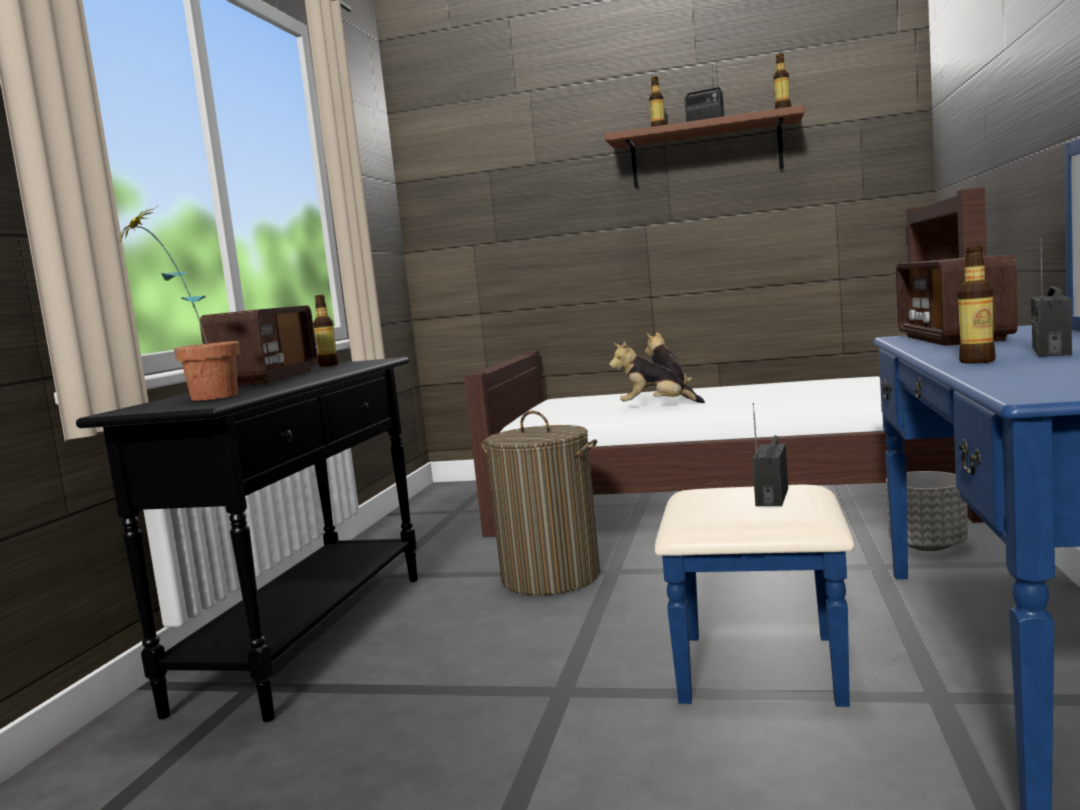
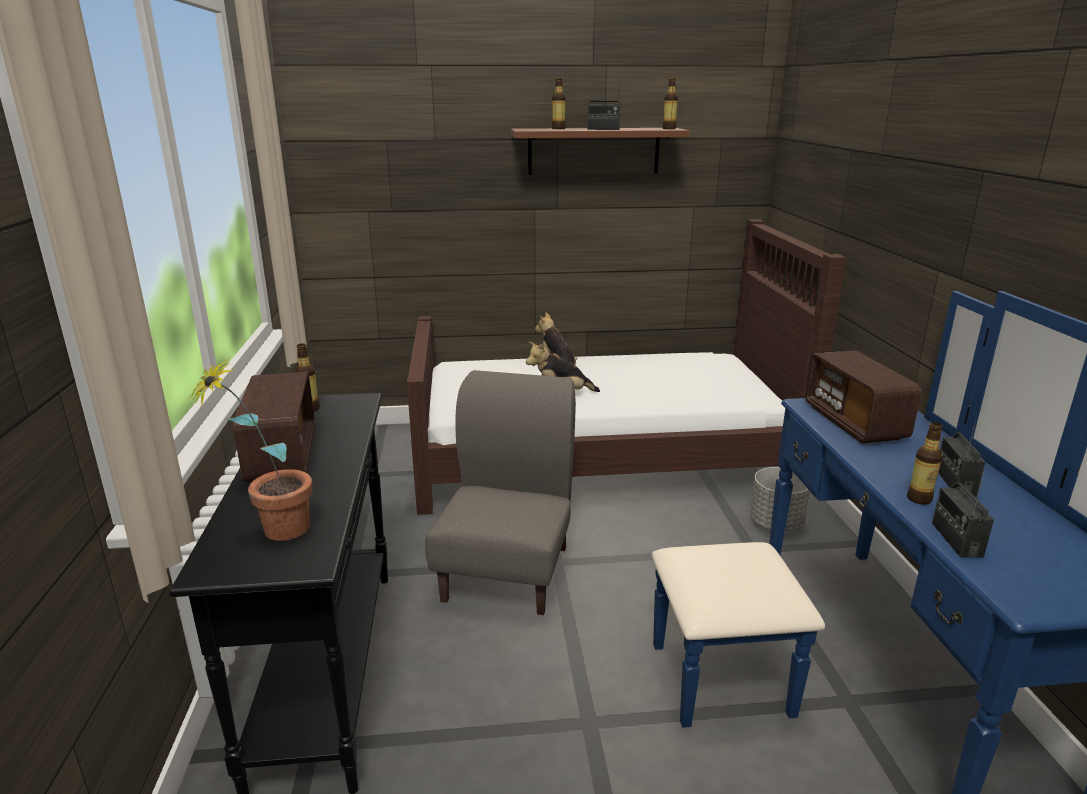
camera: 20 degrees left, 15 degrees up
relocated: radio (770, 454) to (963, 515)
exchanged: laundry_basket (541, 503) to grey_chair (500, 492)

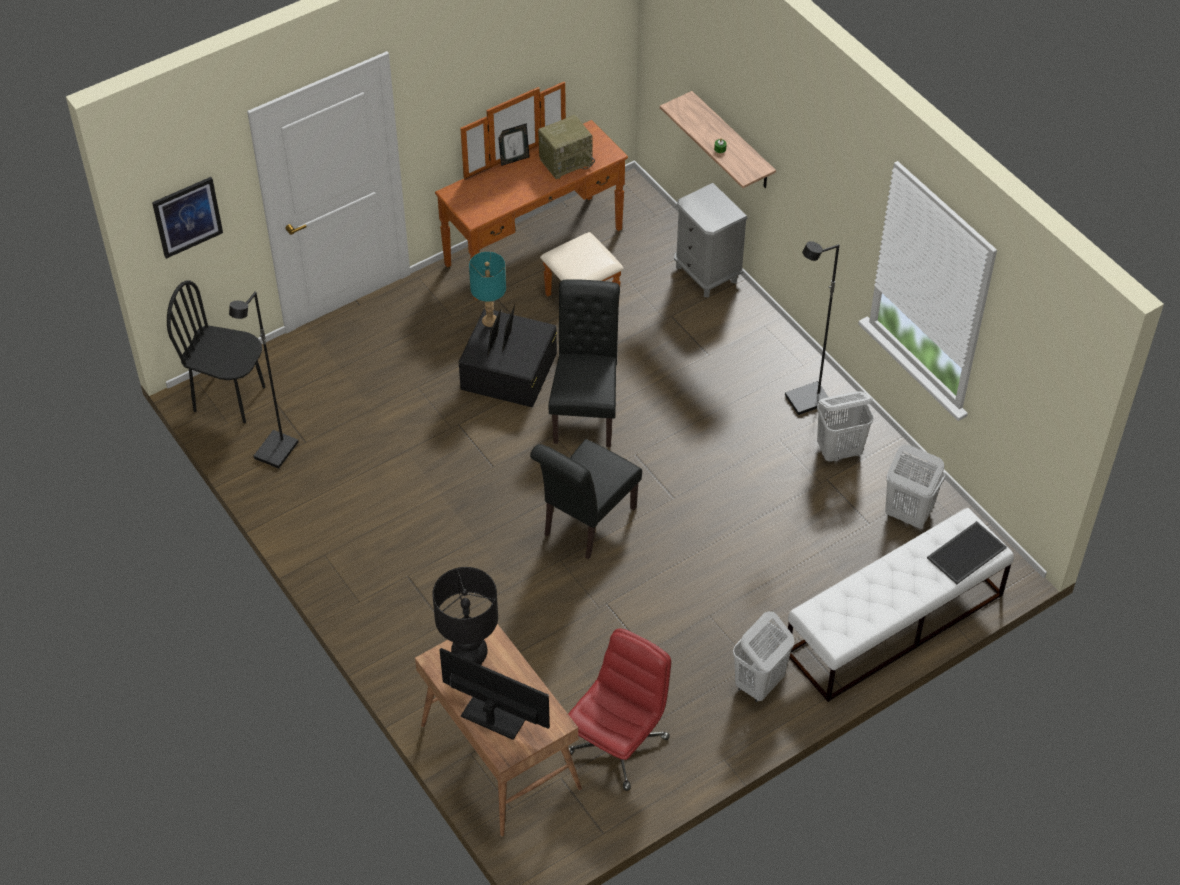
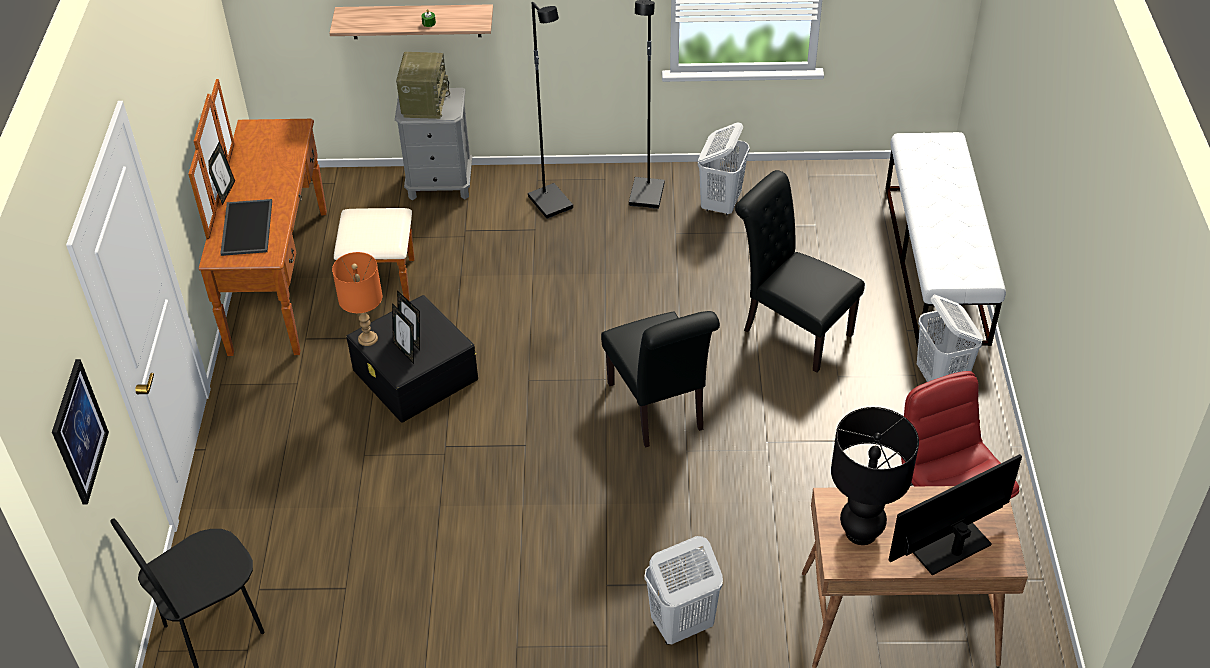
camera: 55 degrees left, 5 degrees down
relocated: tray (967, 552) to (246, 227); radio (566, 147) to (423, 85); black_floor_lamp (263, 380) to (550, 110); white_laundry_basket (915, 486) to (684, 590); black_chair (584, 363) to (800, 271)
colour: turquoise_table_lamp (487, 289) to orange_table_lamp (357, 299)

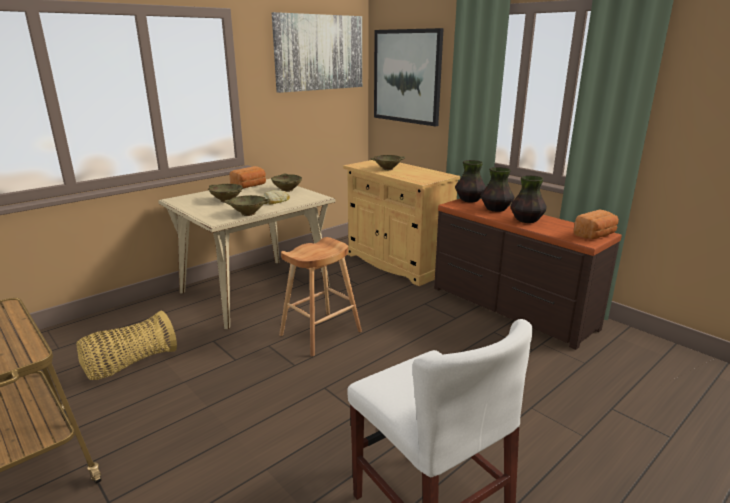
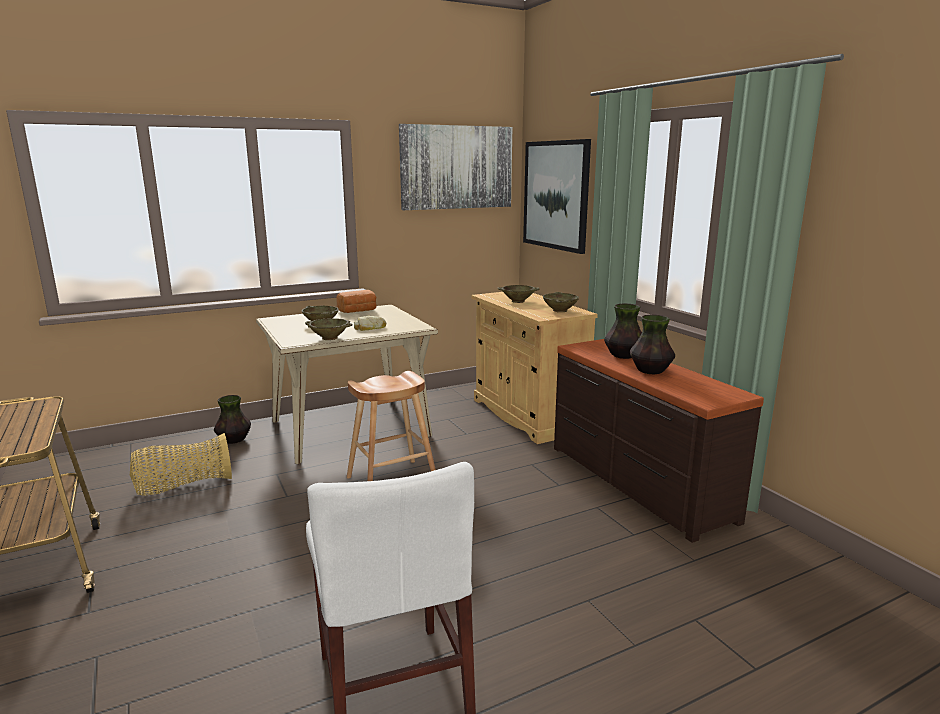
camera: 15 degrees right, 5 degrees down
missing: bread (596, 224)
relocated: vase (470, 181) to (232, 419); beige_bowl (286, 183) to (561, 302)

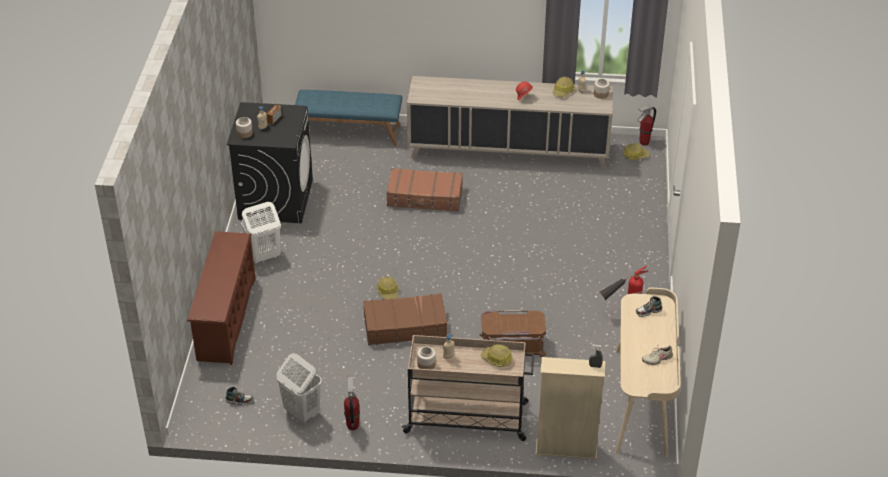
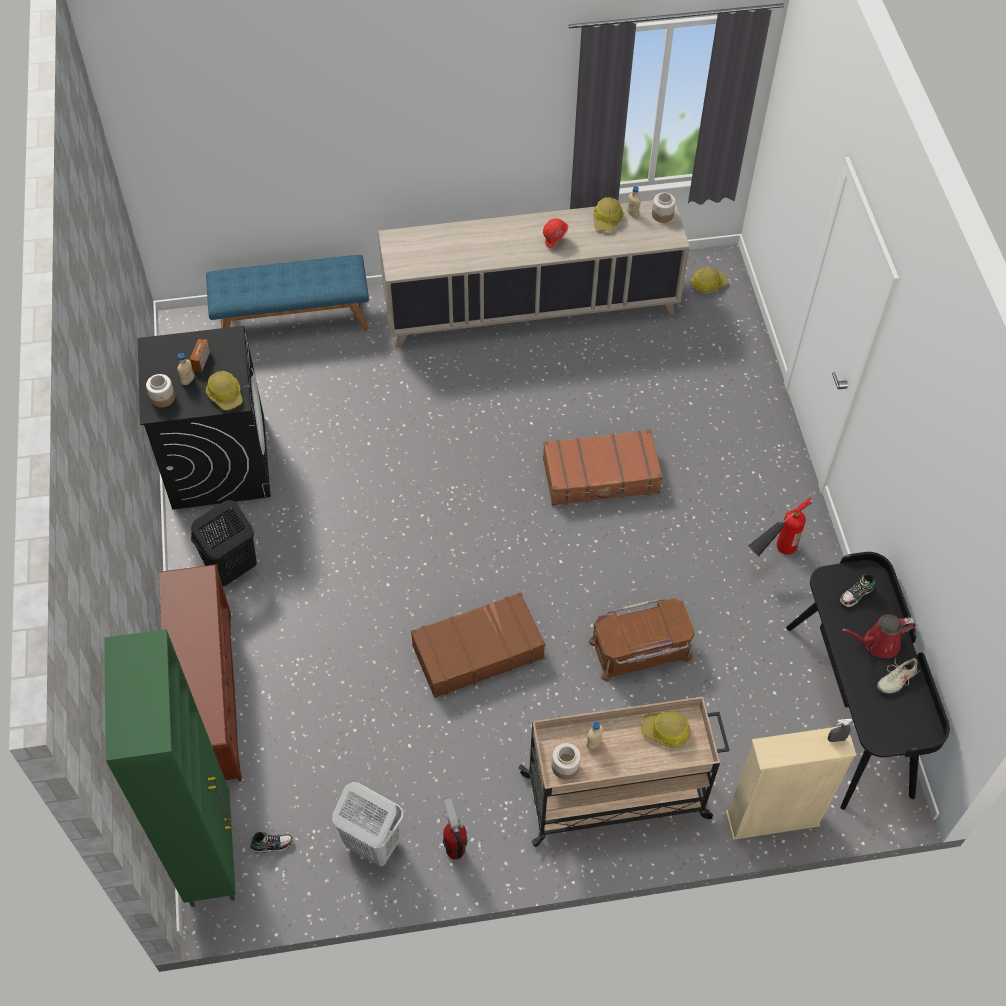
camera: 15 degrees left, 15 degrees up
missing: fire_extinguisher (646, 126)
appeared: green_cabinet (170, 768); red_watering_can (879, 636)
relocated: hard_hat (387, 288) to (224, 390); brown_suitcase (424, 190) to (603, 467)
colour: white_laundry_basket (261, 233) to black_laundry_basket (224, 543); beige_desk (648, 372) to black_desk (868, 681)

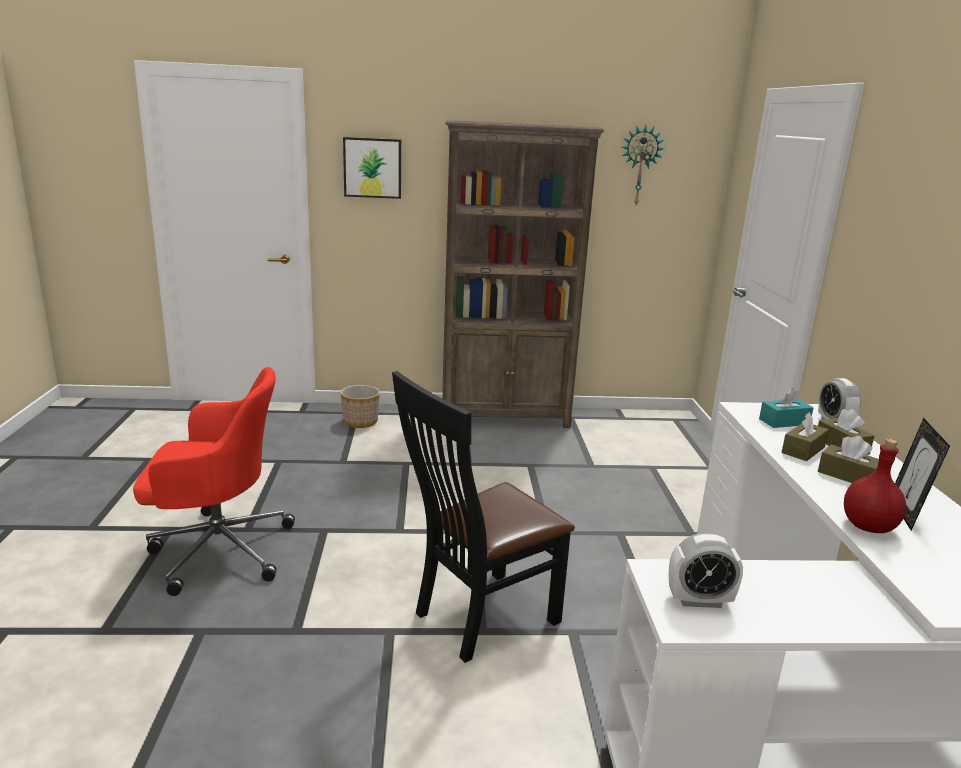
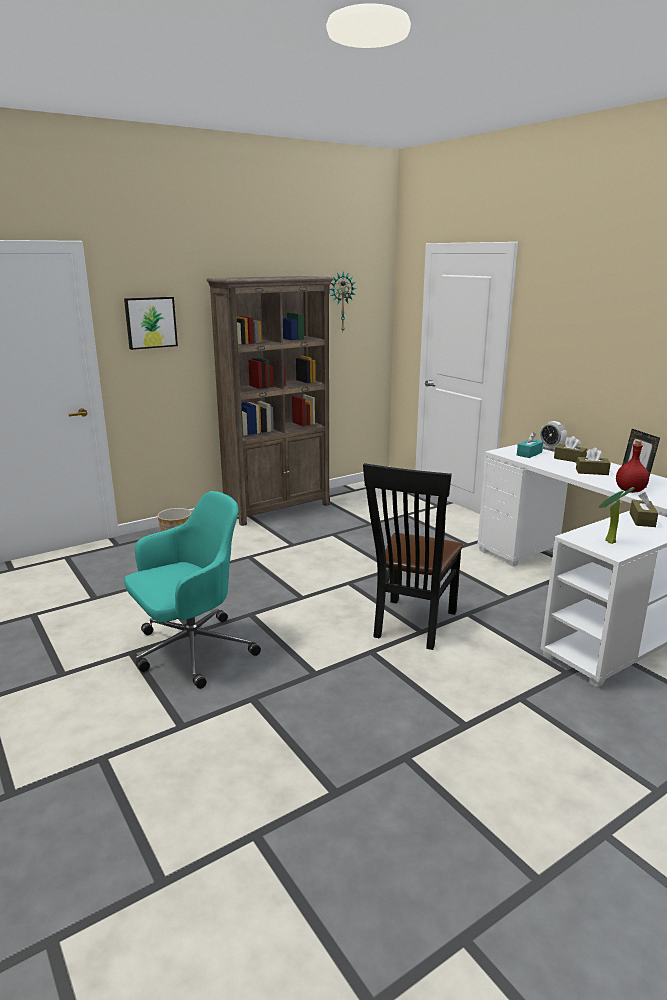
camera: 30 degrees left, 0 degrees up
relocated: brown_tissue_box (805, 436) to (644, 509)
exchanged: alarm_clock (706, 570) to potted_plant (616, 516)
colour: red_office_chair (214, 481) to turquoise_office_chair (192, 590)

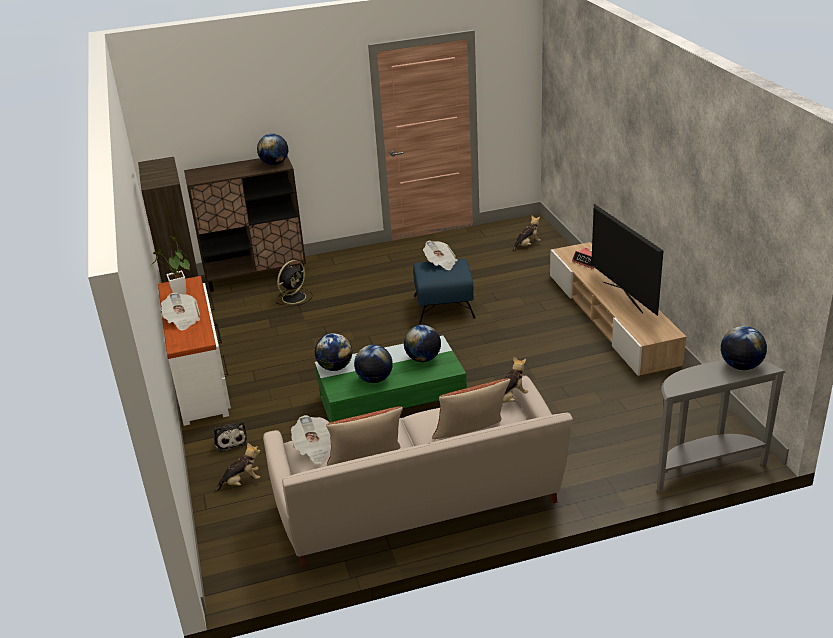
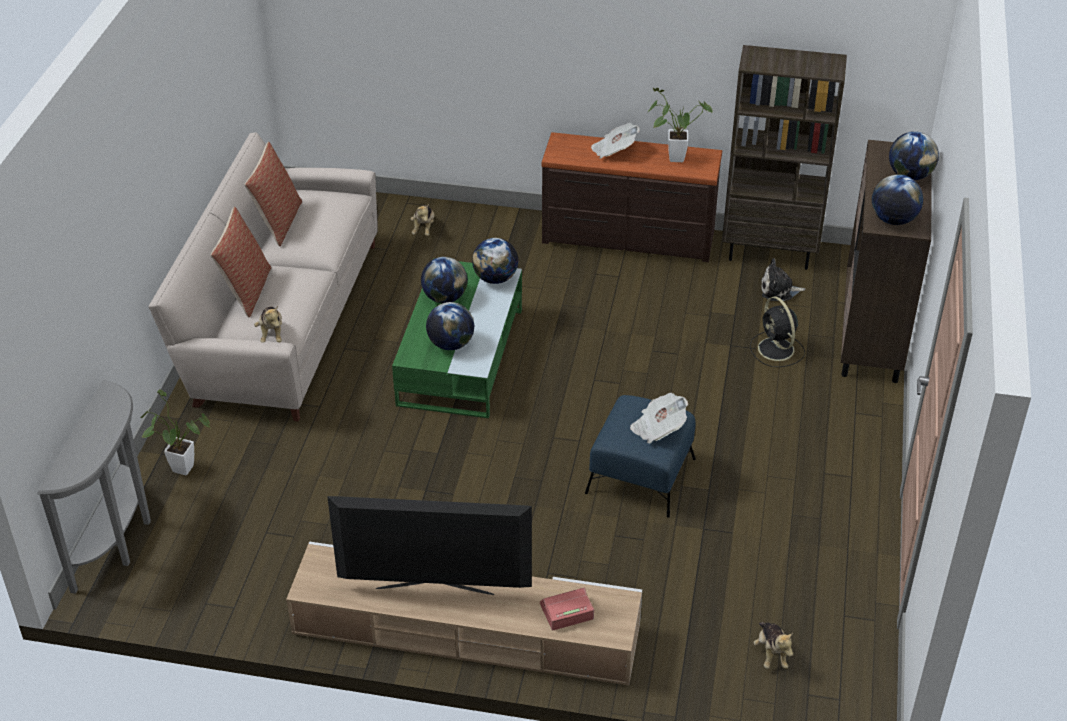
camera: 115 degrees right, 10 degrees up
missing: newspaper (311, 439)
appeared: potted_plant (175, 432)
relocated: plush_toy (231, 437) to (783, 279); globe (744, 348) to (914, 155)
colour: white_dresser (194, 351) to brown_dresser (632, 197)

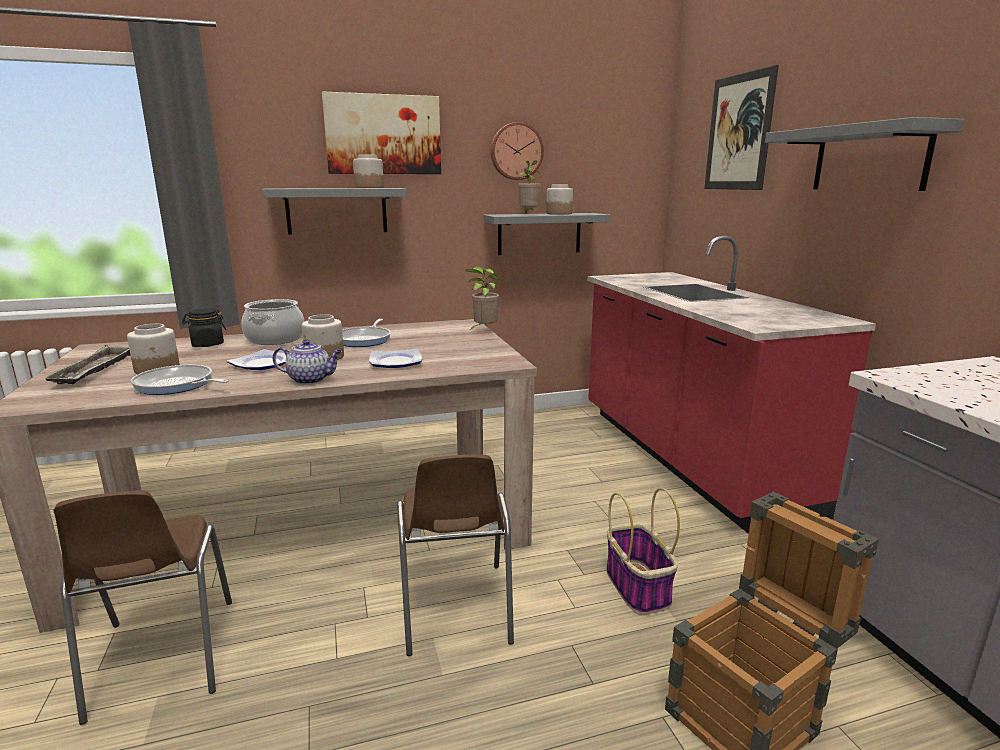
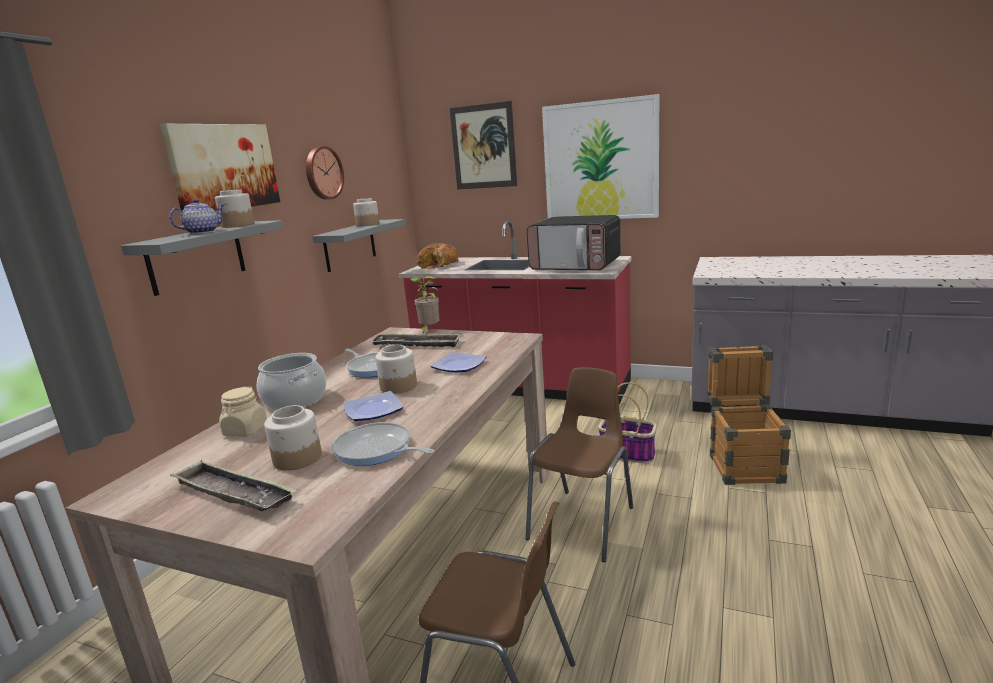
camera: 50 degrees left, 0 degrees up
missing: potted_plant (529, 186)
appeared: tray (415, 340); bread (437, 256); microwave (574, 242)
relocated: teapot (307, 361) to (196, 216)
exchanged: grey_shelf (864, 154) to picture (600, 156)
colour: black_jar (204, 327) to beige_jar (243, 412)
spun: frying_pan (180, 380) = (383, 444) 60 degrees clockwise; brown_chair (455, 555) = (579, 464) 90 degrees counterclockwise

